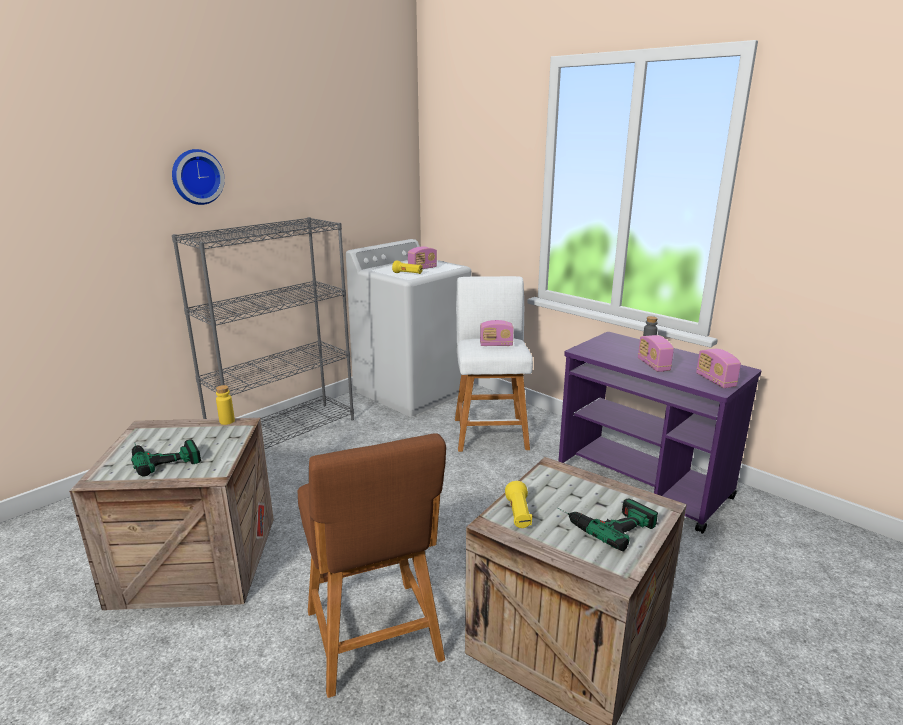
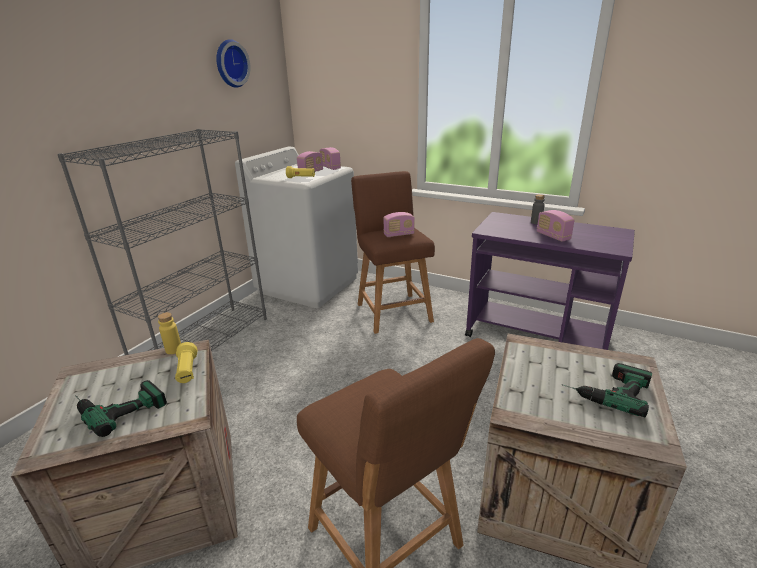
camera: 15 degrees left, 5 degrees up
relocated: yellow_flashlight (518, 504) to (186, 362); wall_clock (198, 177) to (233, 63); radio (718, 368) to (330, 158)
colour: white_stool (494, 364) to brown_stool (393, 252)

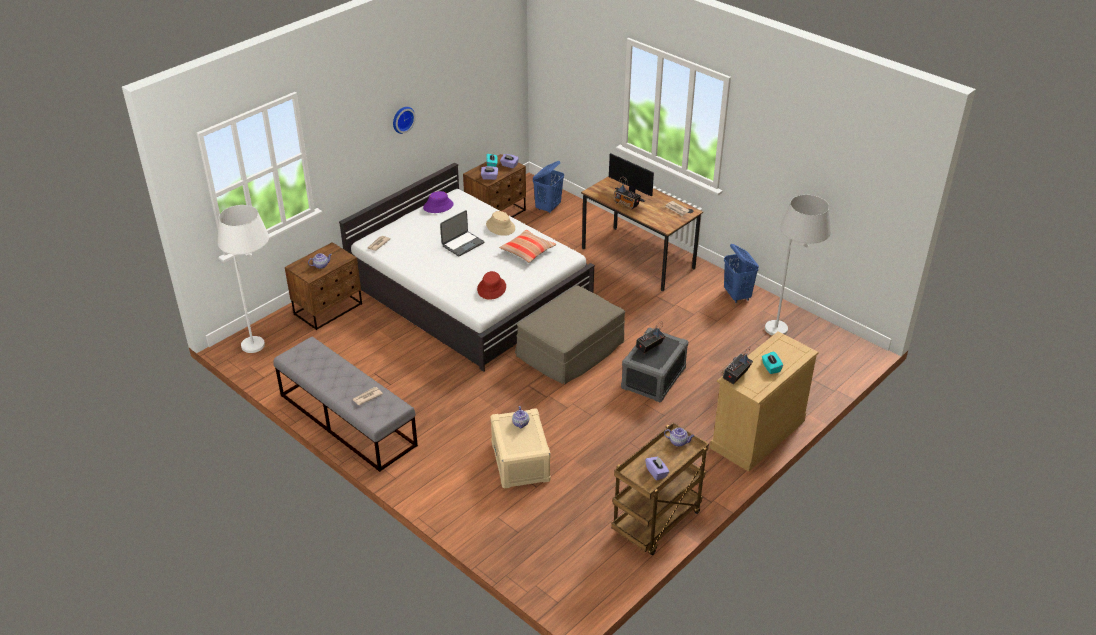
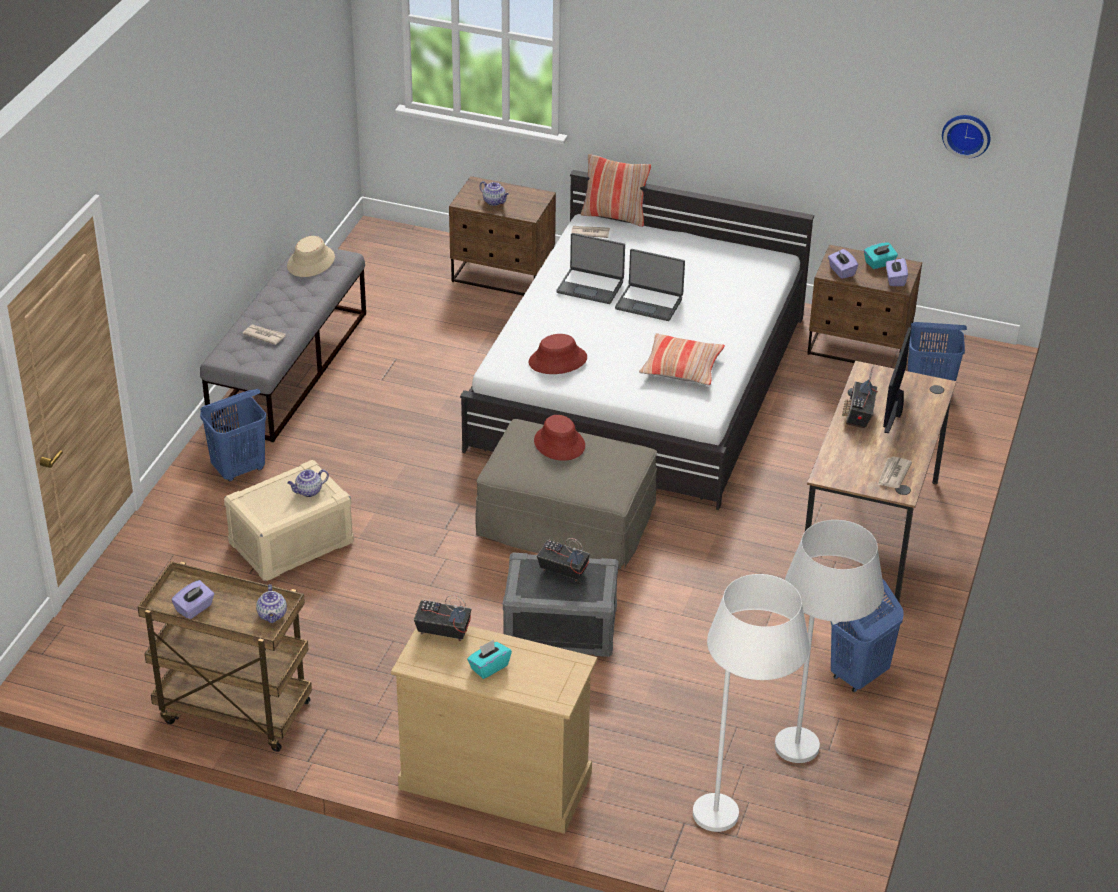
camera: 65 degrees right, 0 degrees up
missing: purple_hat (438, 202)
appeared: blue_laundry_basket (233, 435); red_hat (559, 438); laptop (590, 268); pillow (616, 190)
relocated: beige_hat (500, 223) to (311, 256); white_floor_lamp (243, 279) to (751, 703); wall_clock (404, 120) to (966, 136)

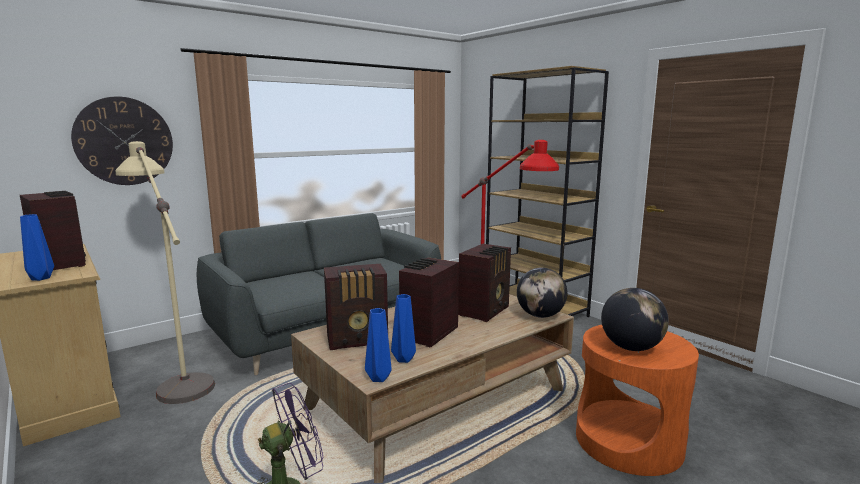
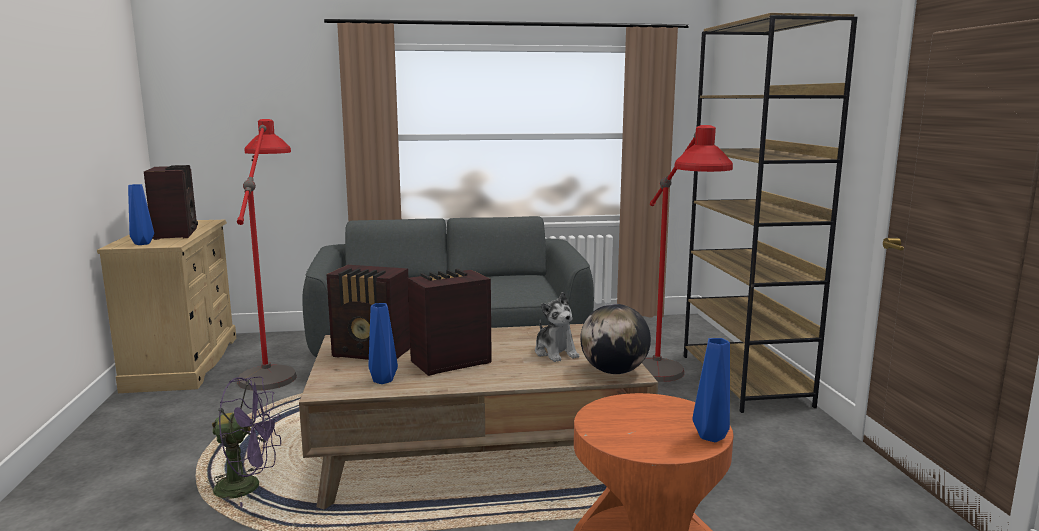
camera: 30 degrees right, 0 degrees up
missing: wall_clock (122, 140); globe (635, 319)
relocated: blue_vase (378, 345) to (711, 390)
exchanged: radio (484, 283) to plush_toy (557, 327)
colour: beige_floor_lamp (165, 272) to red_floor_lamp (267, 255)

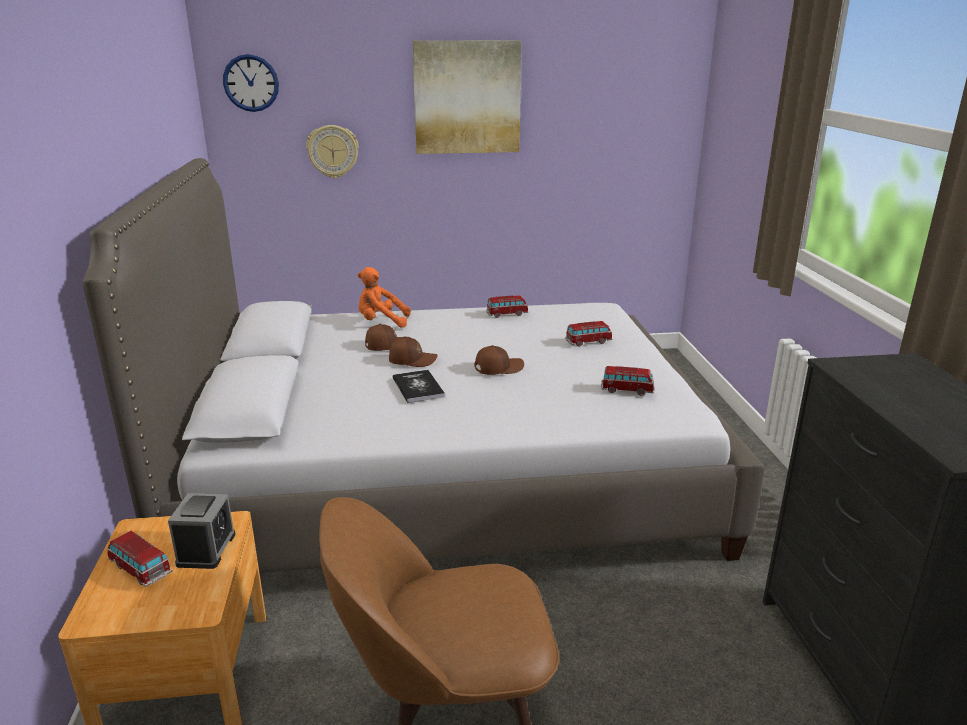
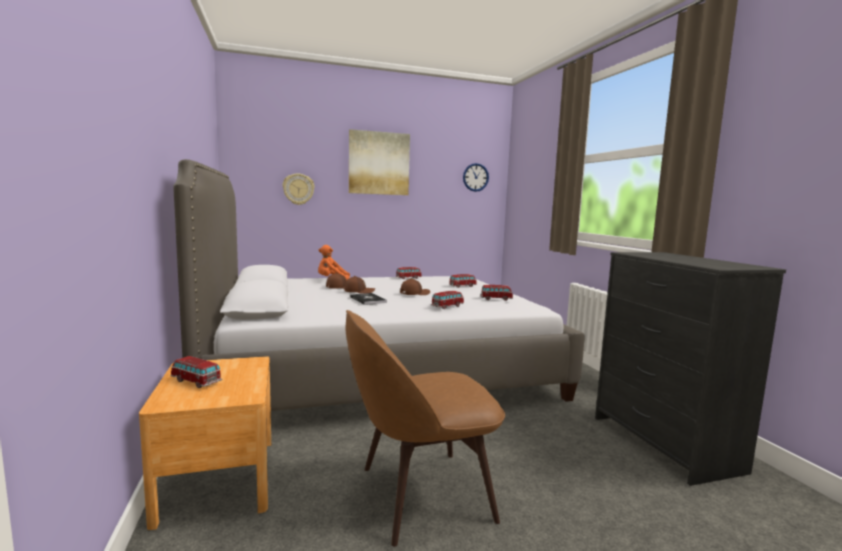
camera: 10 degrees left, 15 degrees down
missing: alarm_clock (201, 531)
appeared: toy_car (447, 300)
relocated: wall_clock (251, 83) to (476, 177)

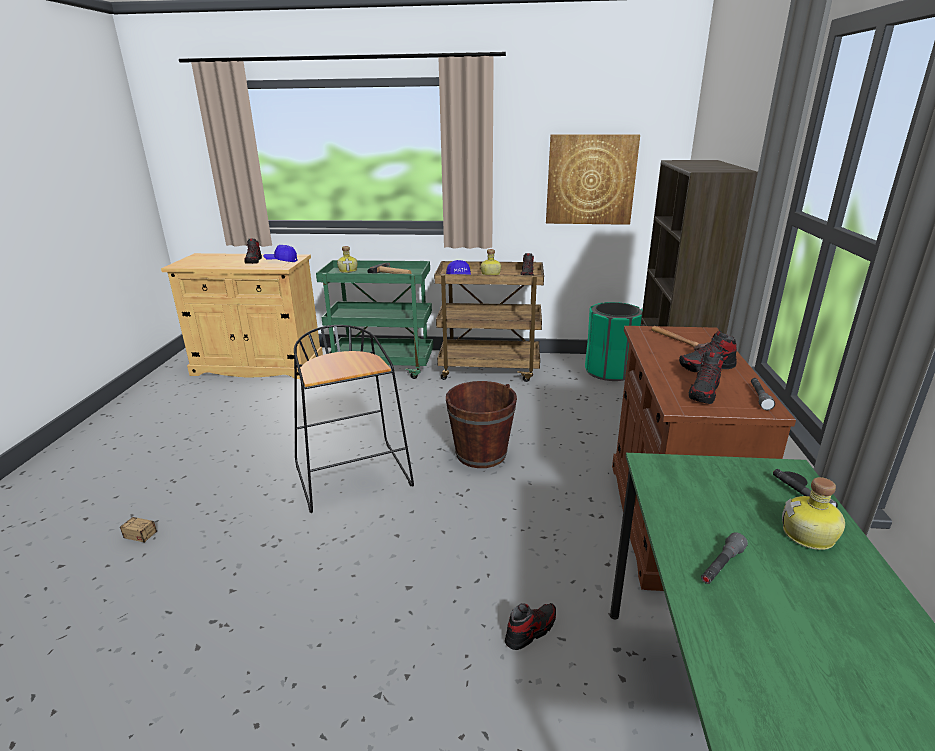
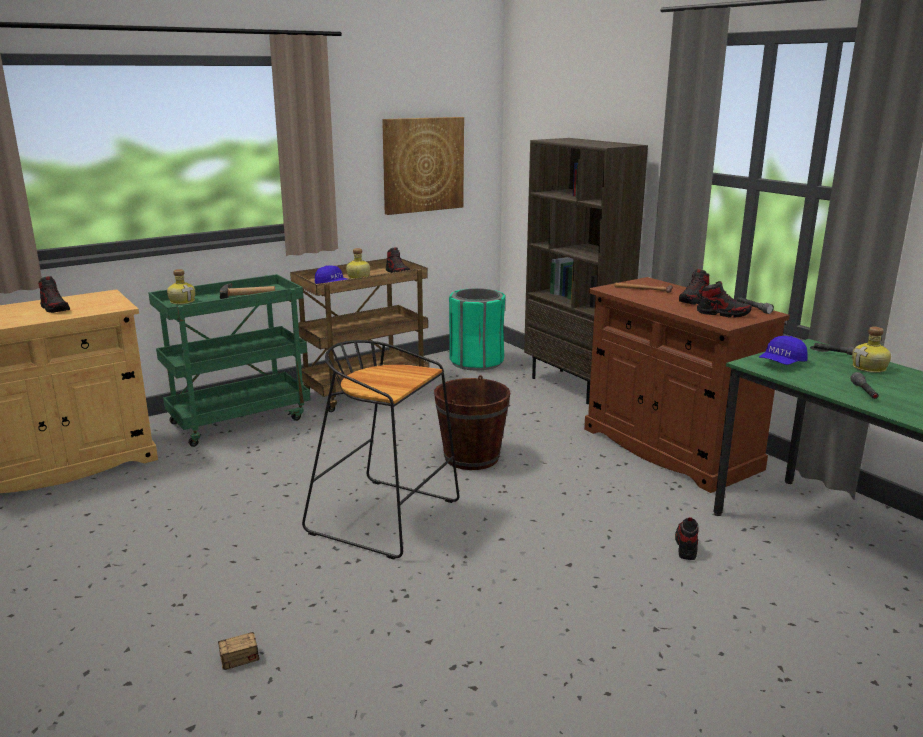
camera: 40 degrees left, 5 degrees down
relocated: blue_cap (280, 253) to (783, 350)
spun: shoe (706, 377) = (724, 299) 60 degrees counterclockwise

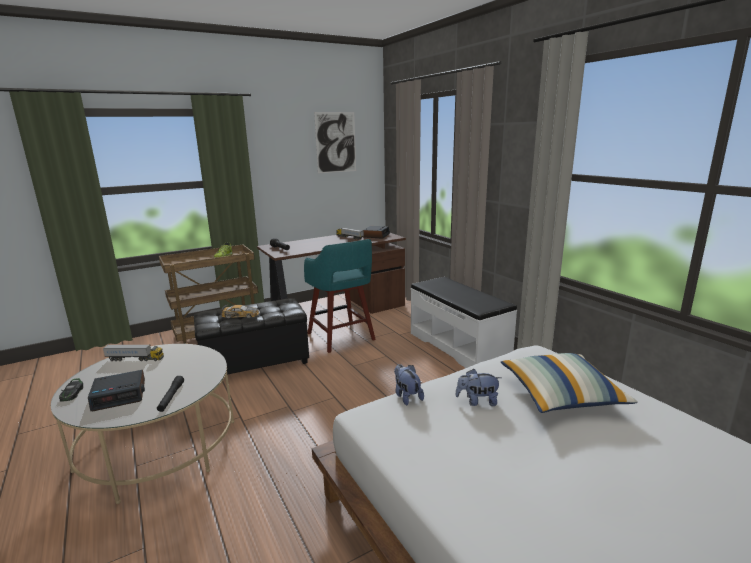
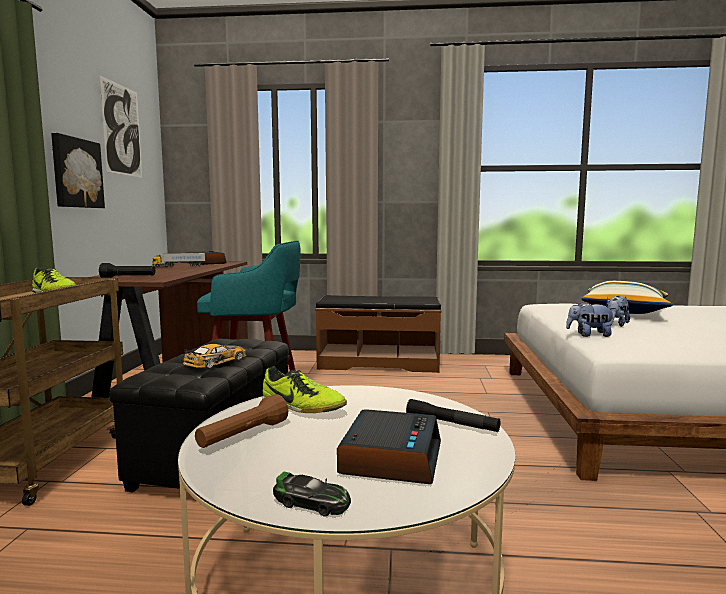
camera: 55 degrees left, 10 degrees down
appeared: picture (78, 170); shoe (304, 390)
exchanged: toy_truck (133, 352) to brown_flashlight (241, 421)
colour: white_bench (463, 322) to brown_bench (378, 334)

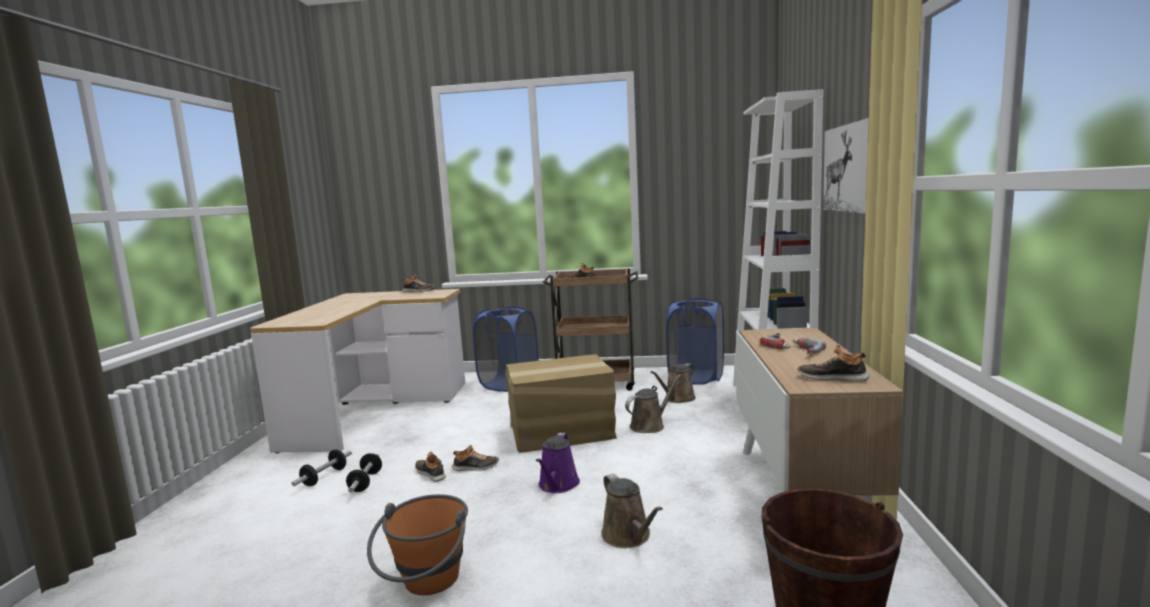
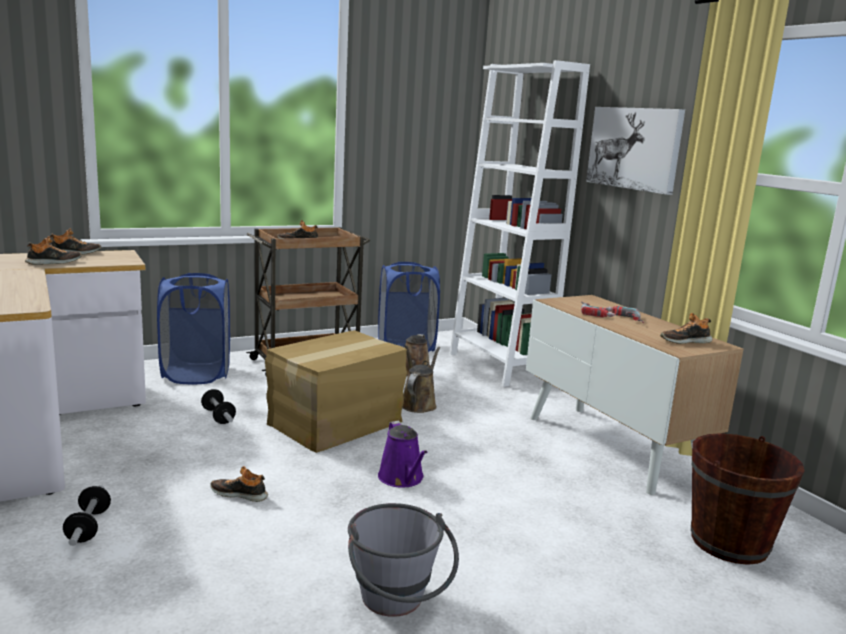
camera: 35 degrees left, 5 degrees up
missing: brown_watering_can (632, 510)
relocated: shoe (475, 458) to (53, 250); dumbbell (364, 473) to (218, 406)
colour: orange_bucket (417, 544) to grey_bucket (403, 560)

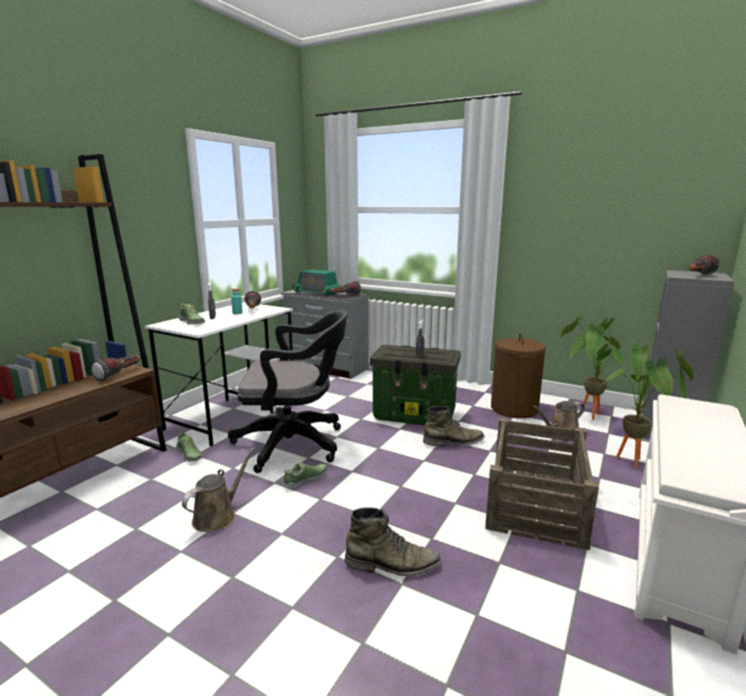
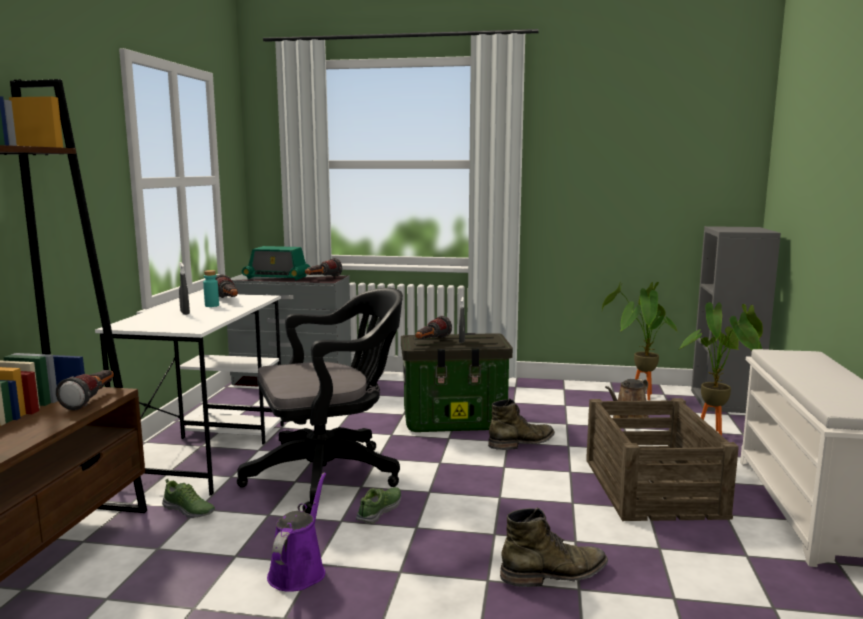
camera: 20 degrees left, 5 degrees down
missing: shoe (192, 313); brown_laundry_basket (518, 375)
relocated: flashlight (704, 264) to (433, 327)
colour: brown_watering_can (218, 490) to purple_watering_can (296, 532)

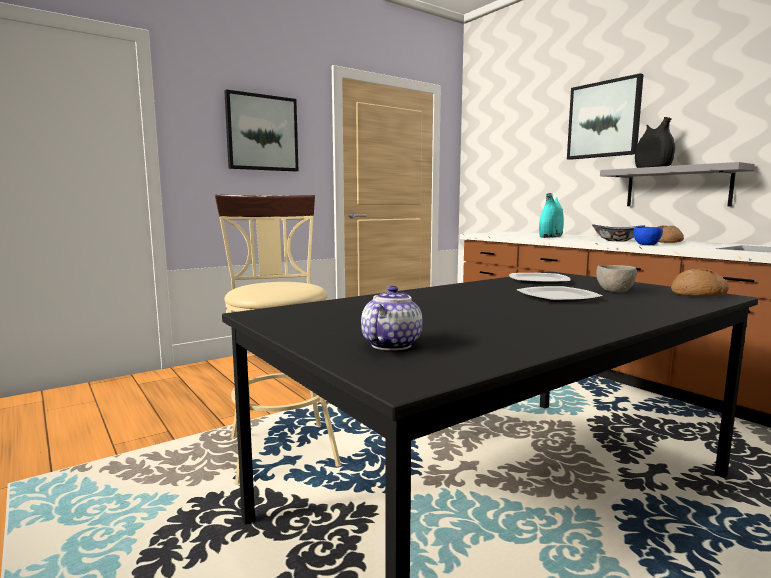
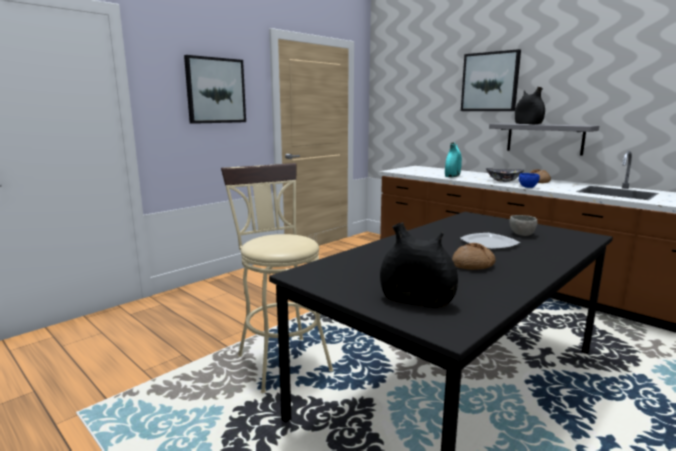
camera: 10 degrees left, 5 degrees up
missing: plate (540, 278)
relocated: bread (700, 282) to (473, 256)
exchanged: teapot (392, 318) to black_vase (419, 265)

